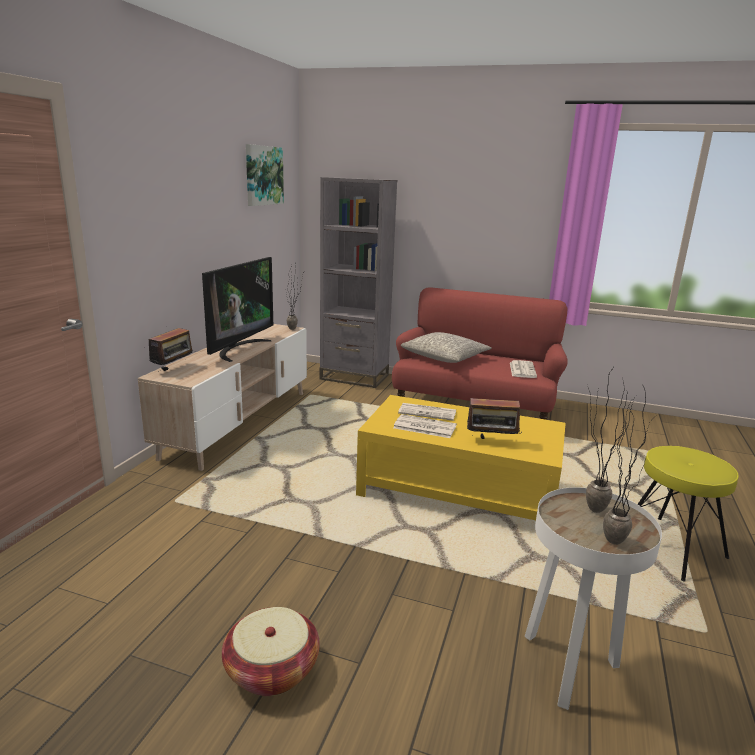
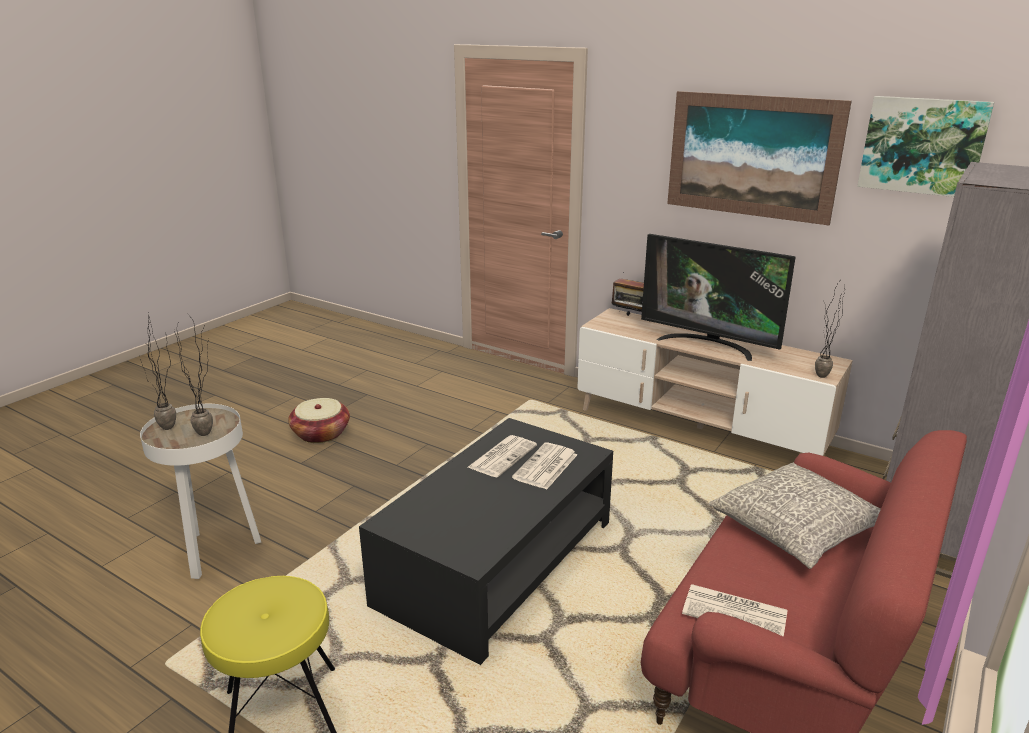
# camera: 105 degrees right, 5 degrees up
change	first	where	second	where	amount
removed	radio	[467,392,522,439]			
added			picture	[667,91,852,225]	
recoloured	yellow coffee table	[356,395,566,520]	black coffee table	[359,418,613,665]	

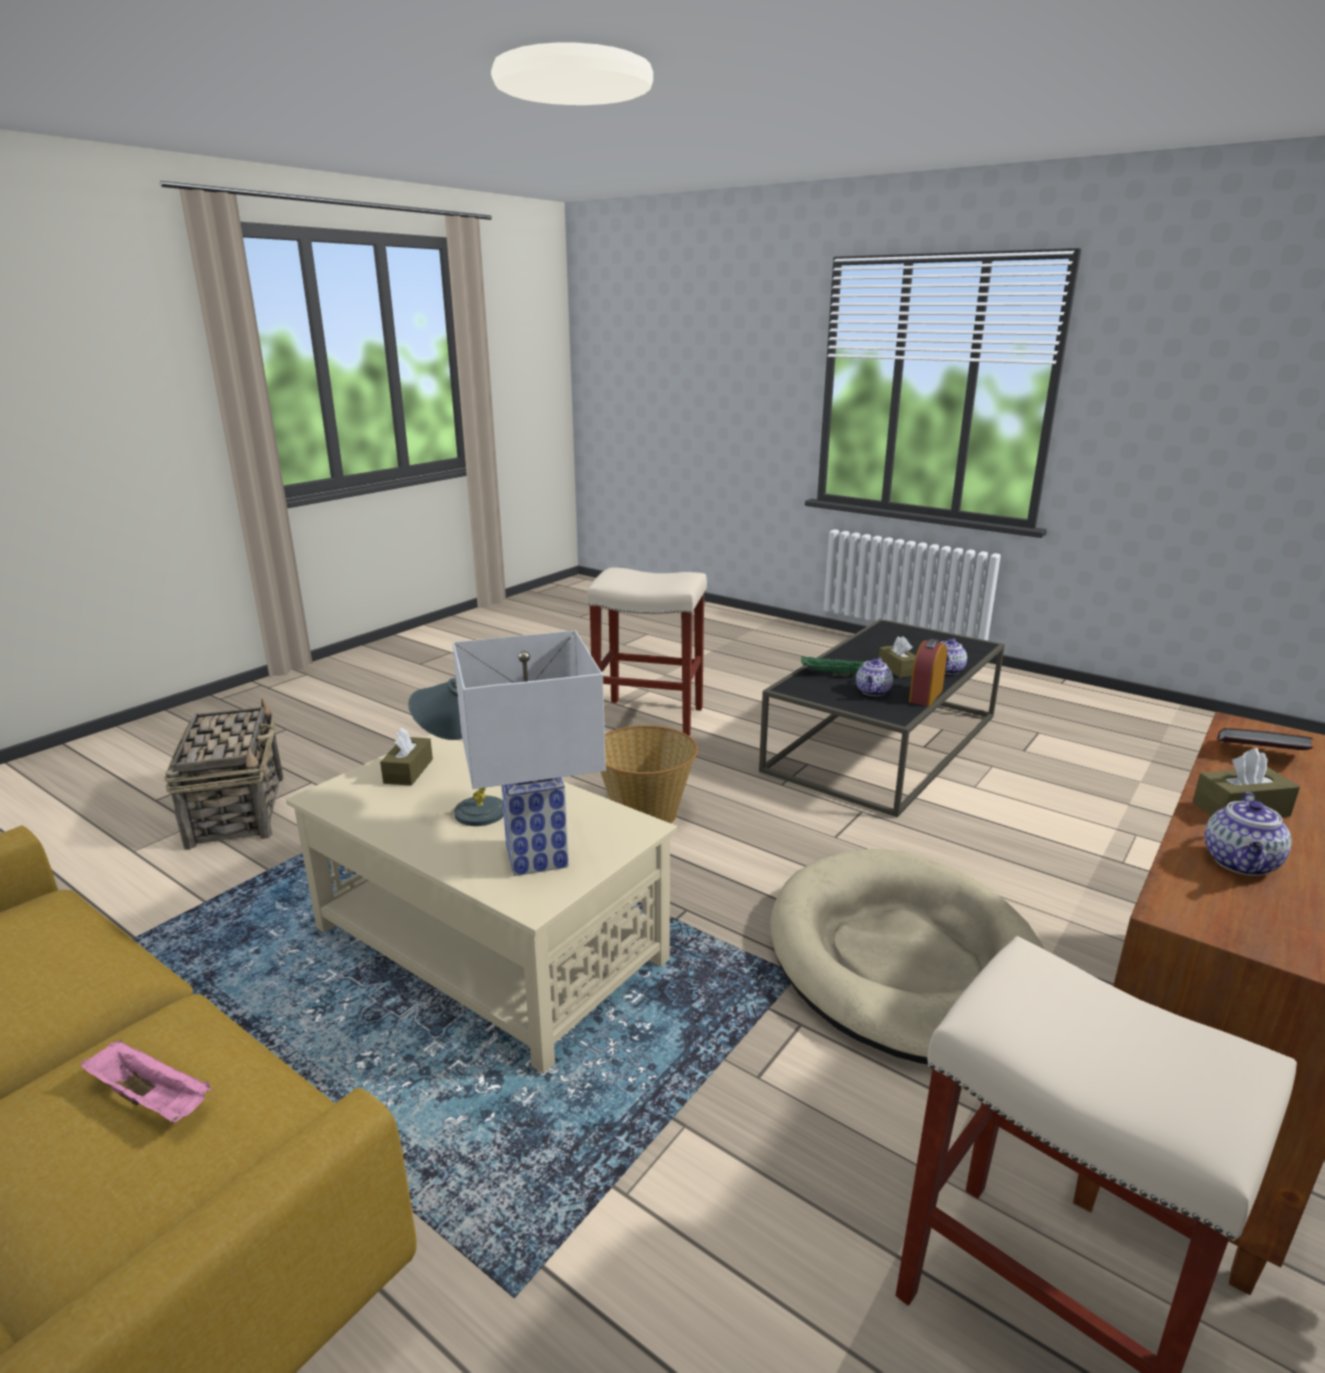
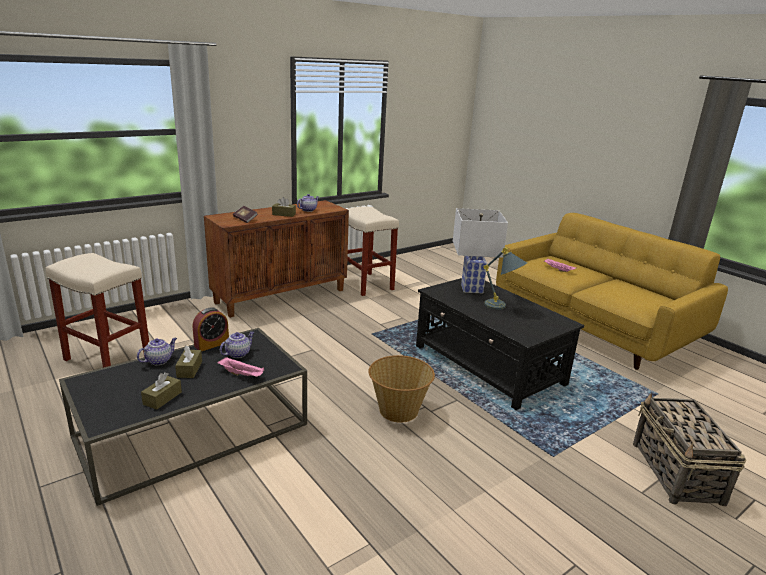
# camera: 165 degrees left, 0 degrees up
change	first	where	second	where	amount
removed	beige dog bed	[770,849,1044,1064]			
moved	brown tissue box	[380,727,433,786]		[141,372,182,410]	
moved	beige stool	[587,567,707,736]		[46,253,149,368]	
recoloured	beige coffee table	[286,734,677,1074]	black coffee table	[416,278,584,410]	
recoloured	green tray	[801,656,866,676]	pink tray	[218,357,264,377]	

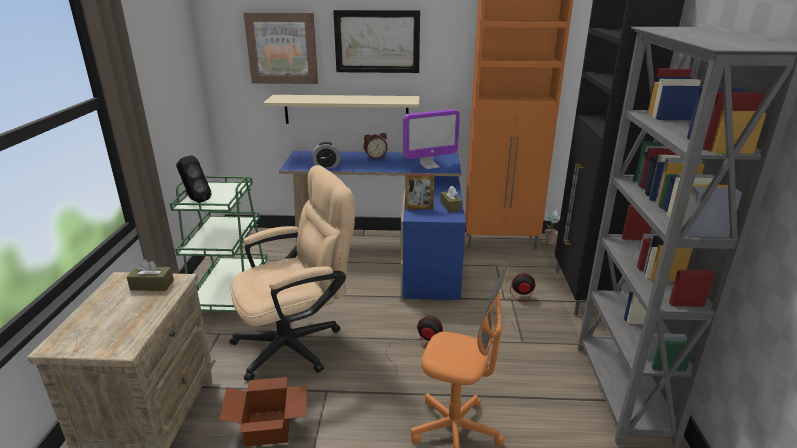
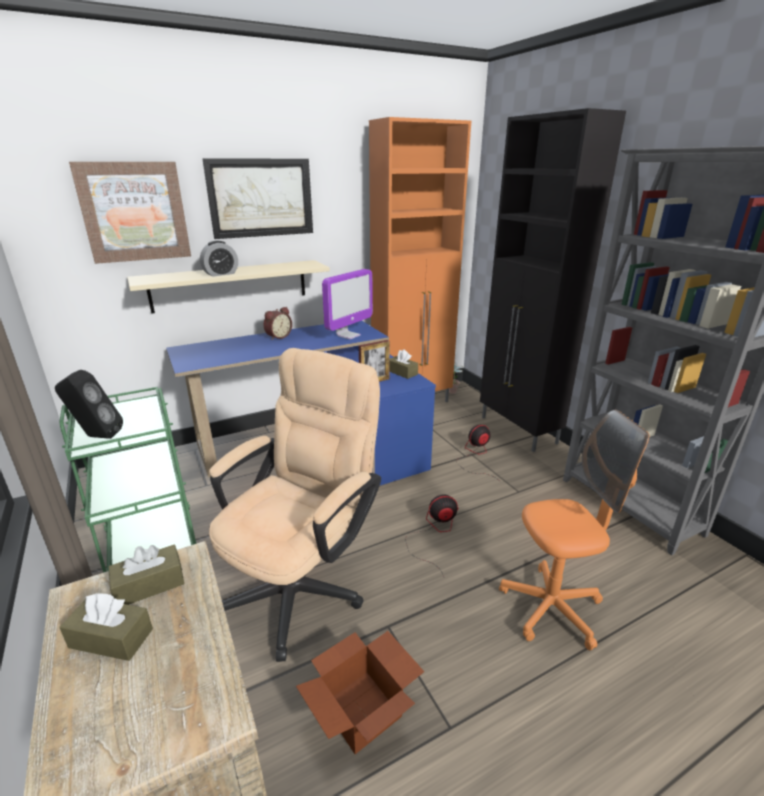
# camera: 30 degrees left, 0 degrees up
change	first	where	second	where	amount
added			brown tissue box	[59,593,153,661]	
moved	alarm clock	[312,142,340,168]		[200,241,238,277]	

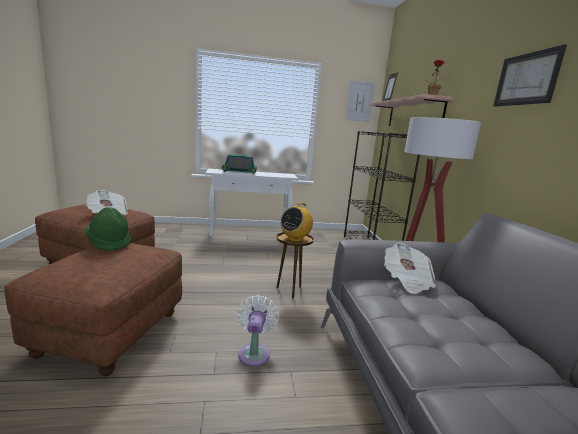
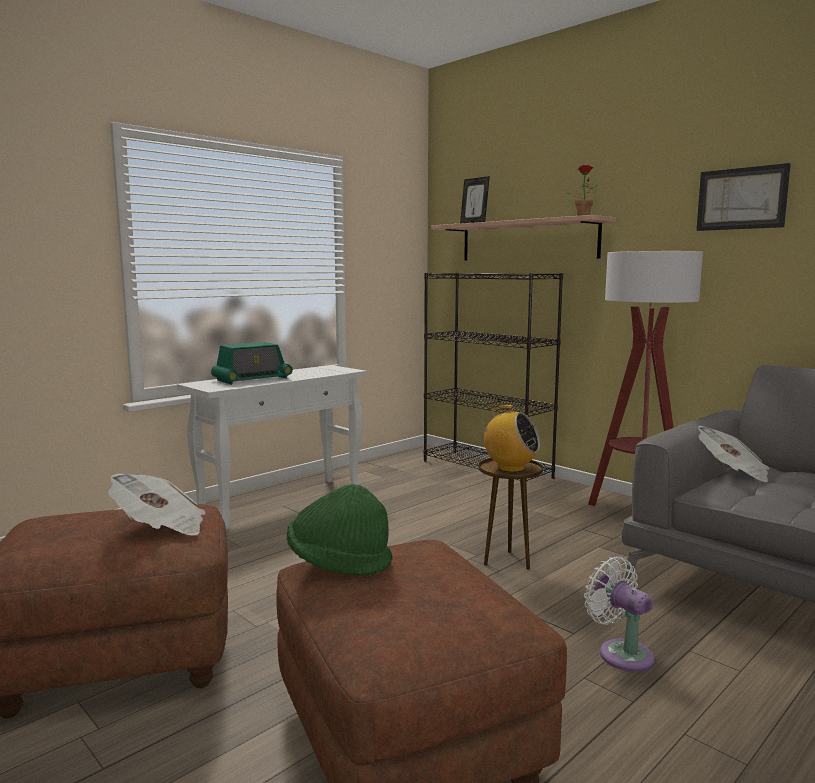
# camera: 35 degrees left, 5 degrees down
change	first	where	second	where	amount
removed	picture	[345,80,375,122]			
turned	radio	[280,202,313,242]		[479,405,540,473]	60 degrees counterclockwise

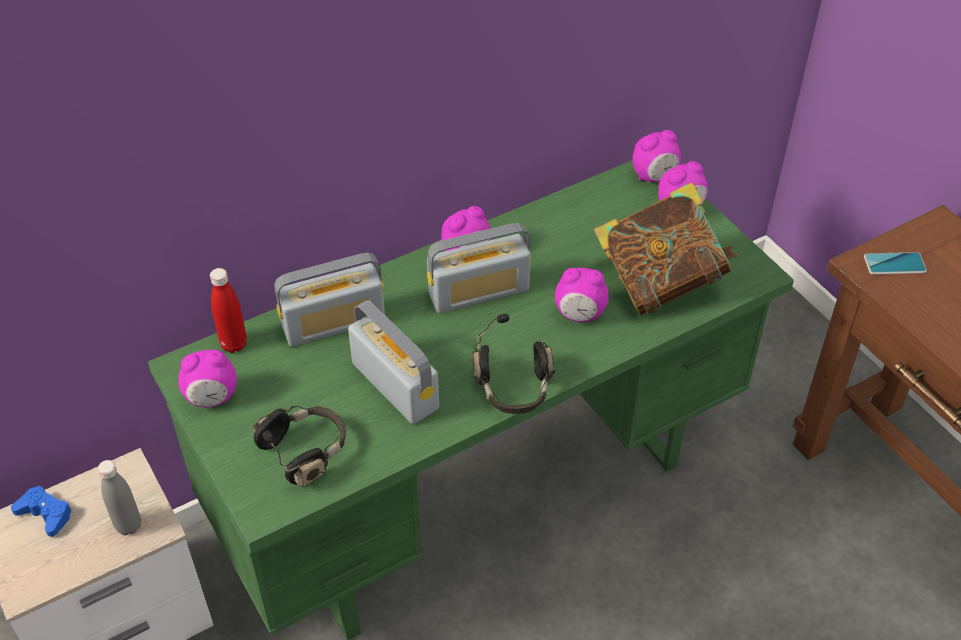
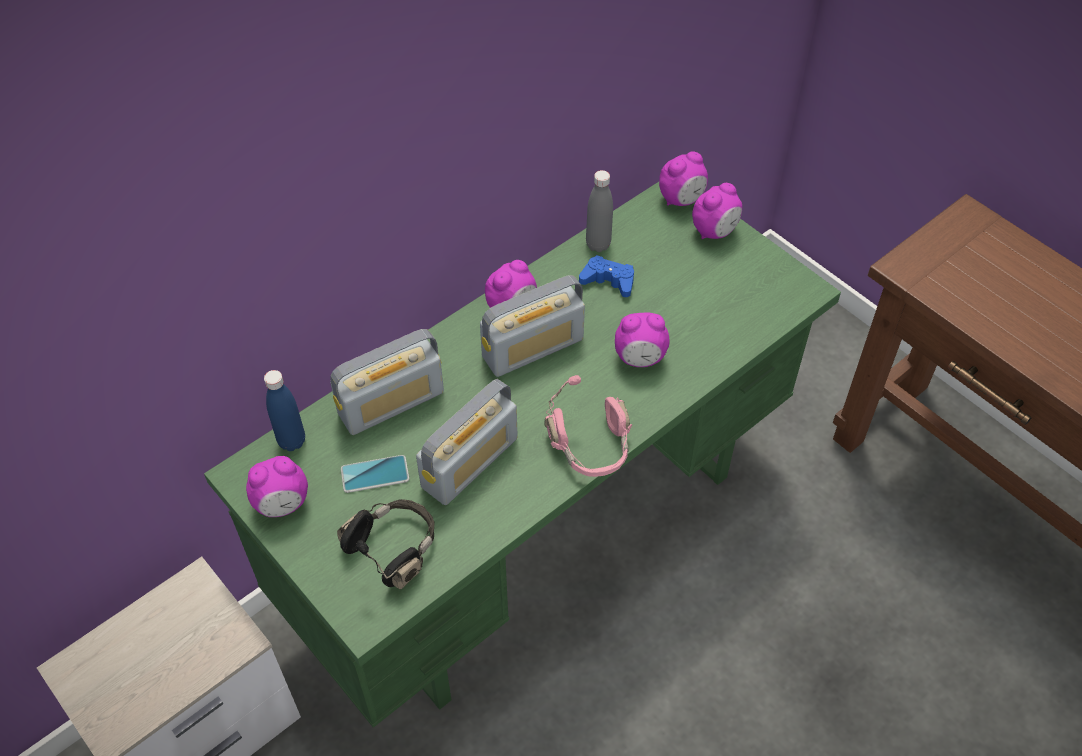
# camera: 10 degrees left, 5 degrees up
change	first	where	second	where	amount
removed	book	[594,182,737,315]			
moved	blue game controller	[11,486,72,537]		[579,255,634,297]	
moved	grey bottle	[98,460,141,535]		[586,170,613,252]	
moved	phone	[864,252,927,275]		[341,455,409,493]	
recoloured	red bottle	[210,268,247,353]	blue bottle	[264,370,305,451]	
recoloured	black headphones	[471,314,556,414]	pink headphones	[544,375,632,477]	
turned	radio	[348,300,439,424]		[416,379,518,505]	90 degrees clockwise

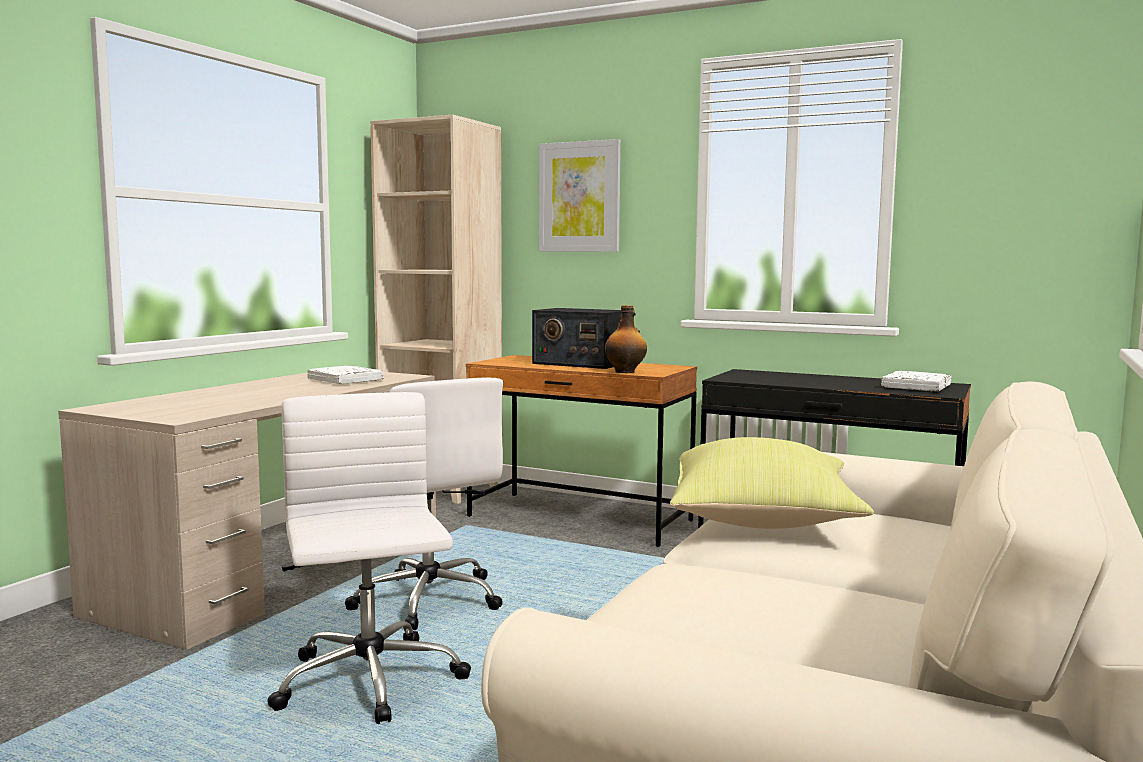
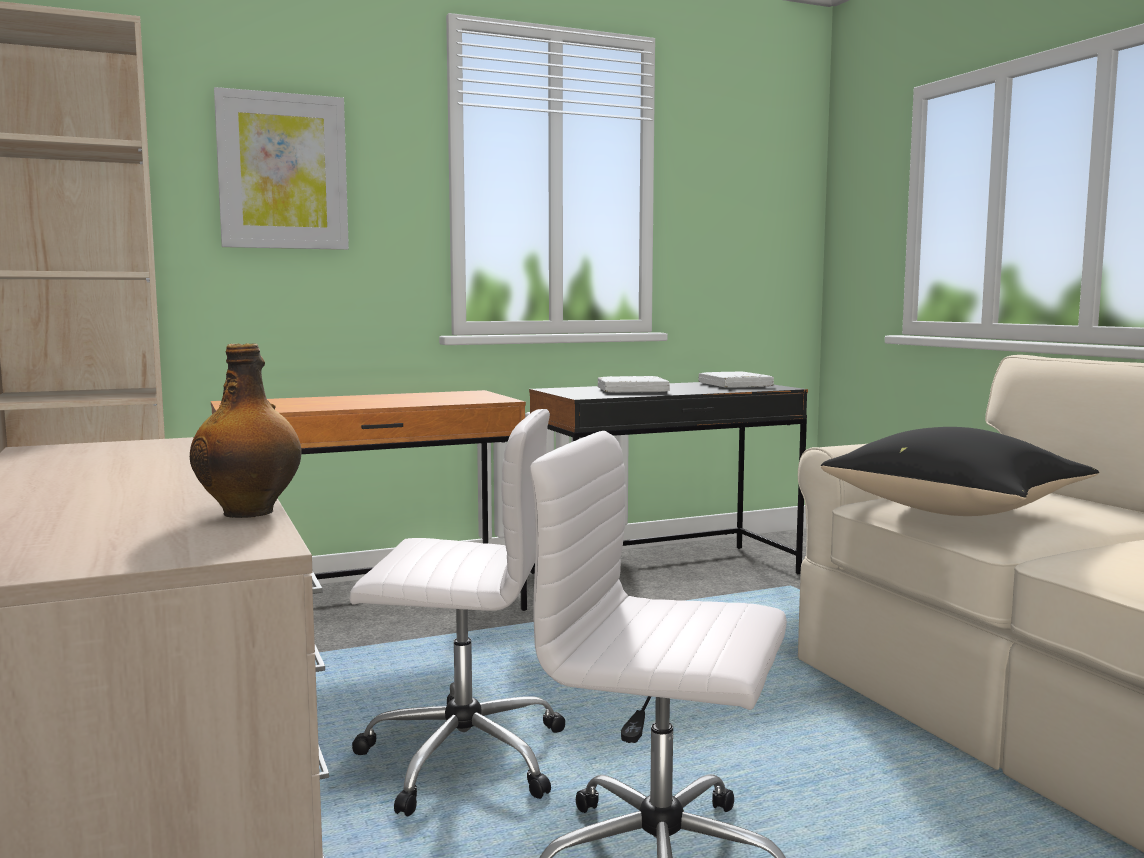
# camera: 50 degrees left, 0 degrees up
change	first	where	second	where	amount
removed	radio	[532,308,621,369]			
moved	white book	[307,366,383,384]		[598,376,670,393]	
moved	bottle	[605,305,647,373]		[190,343,302,518]	
recoloured	yellow pillow	[670,437,874,529]	black pillow	[821,427,1099,516]	

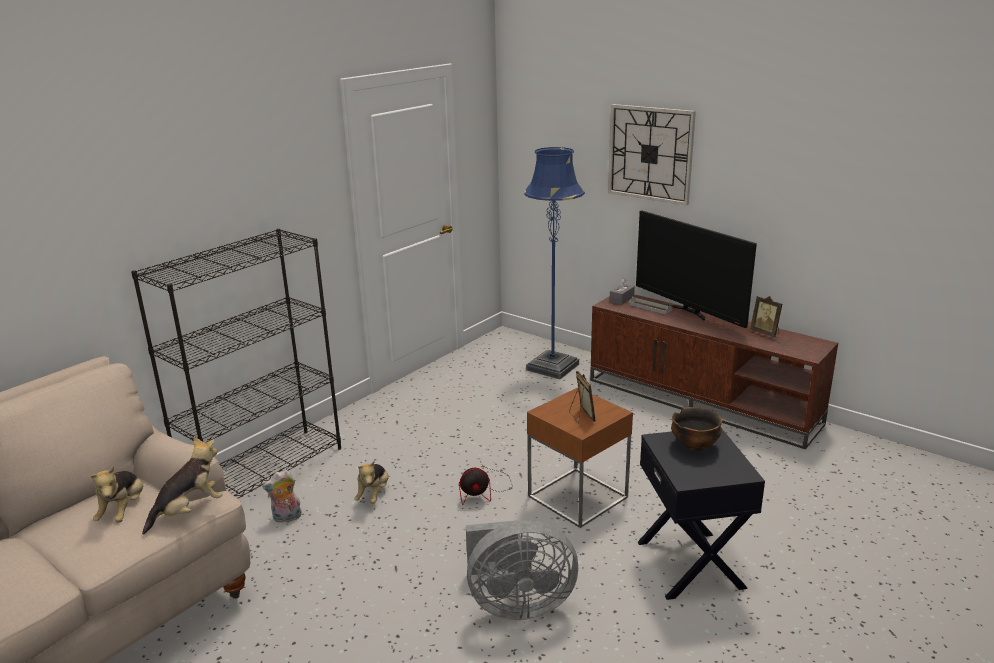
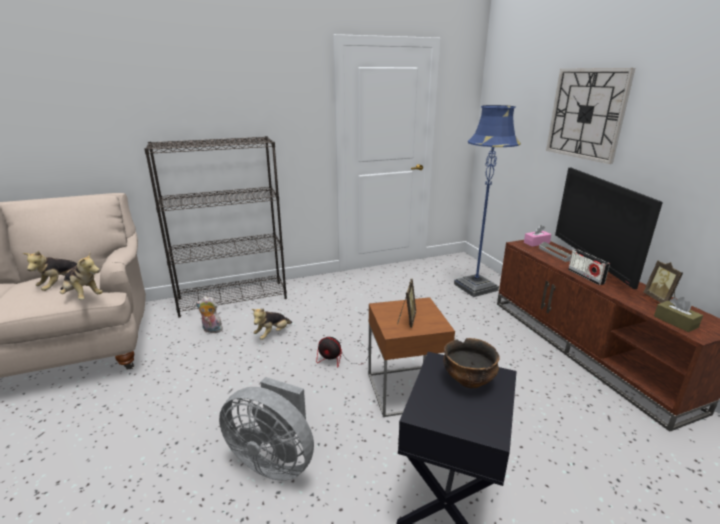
# camera: 30 degrees right, 0 degrees up
change	first	where	second	where	amount
added			radio	[568,249,610,285]	
added			brown tissue box	[654,297,703,332]	
recoloured	grey tissue box	[609,278,635,305]	pink tissue box	[524,225,551,247]	
turned	plush toy	[142,437,223,535]		[60,253,103,300]	45 degrees clockwise

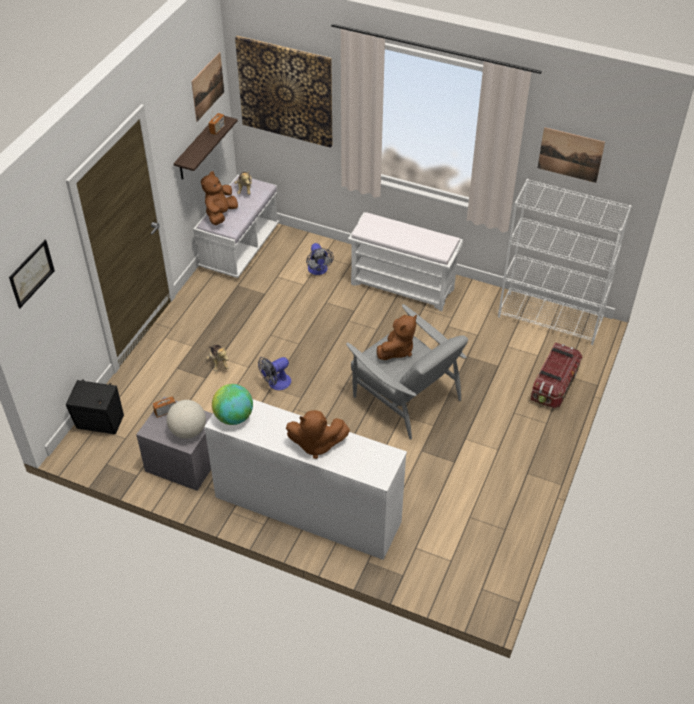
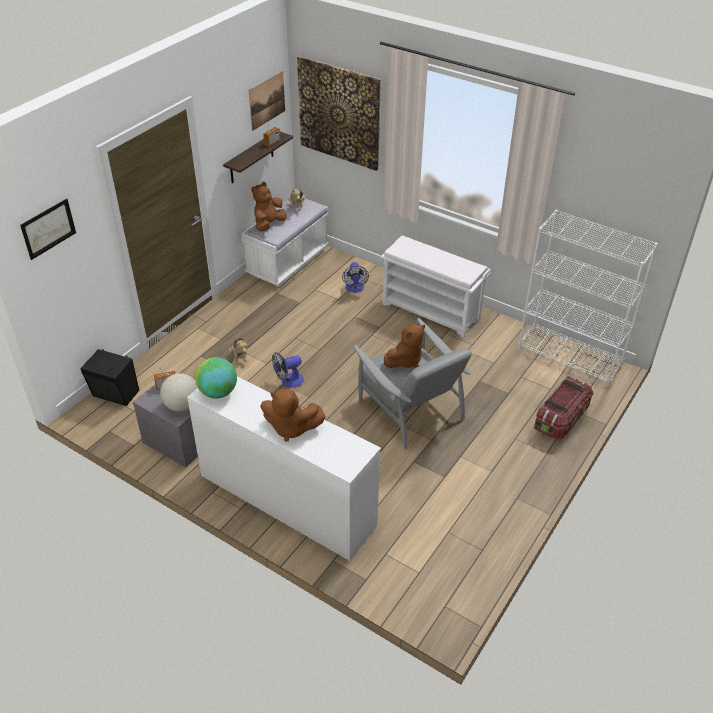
# camera: 10 degrees right, 5 degrees down
change	first	where	second	where	amount
removed	picture	[538,127,605,183]			

